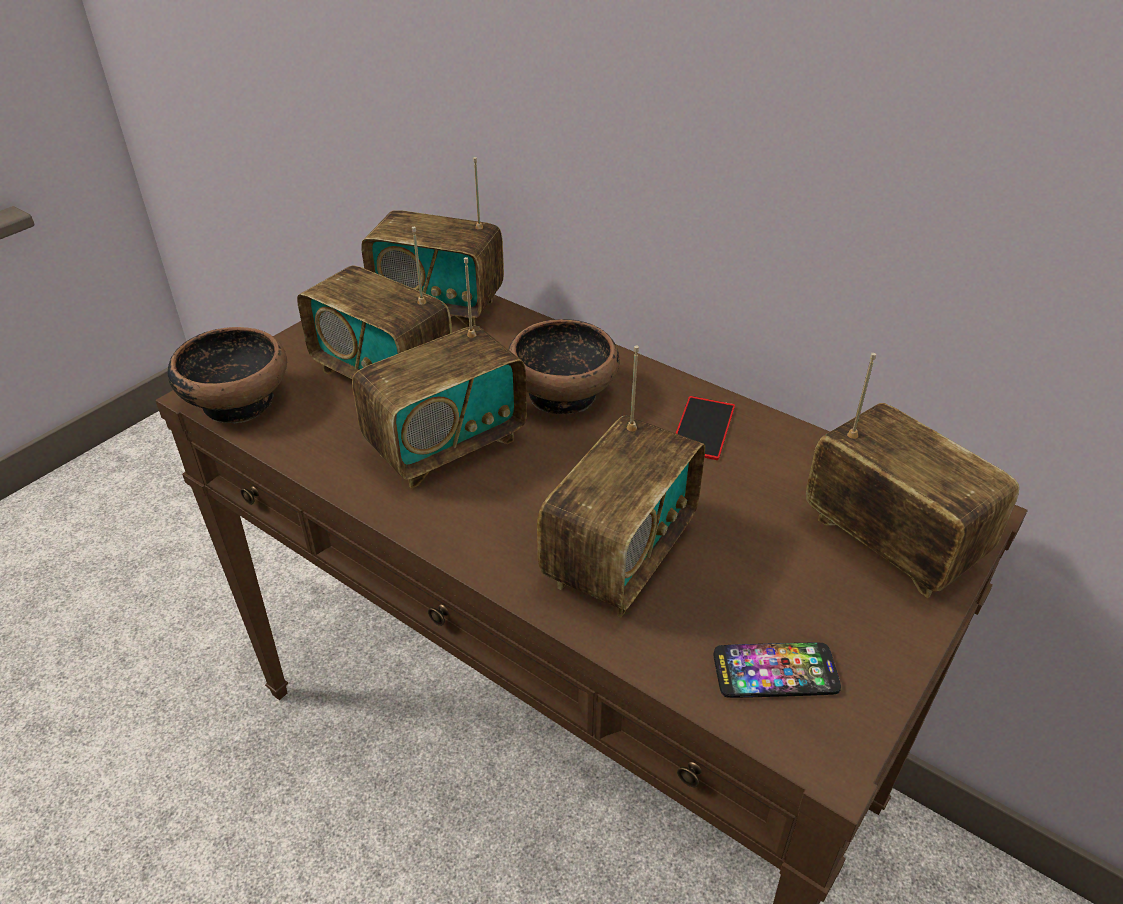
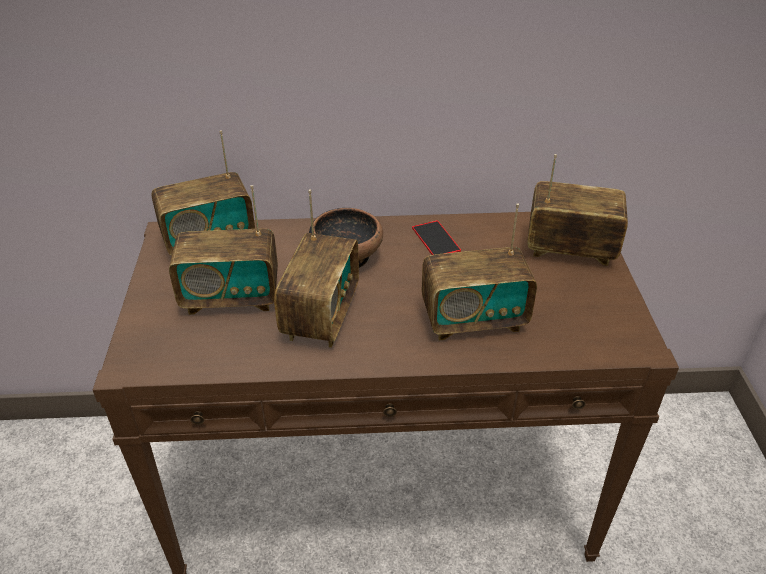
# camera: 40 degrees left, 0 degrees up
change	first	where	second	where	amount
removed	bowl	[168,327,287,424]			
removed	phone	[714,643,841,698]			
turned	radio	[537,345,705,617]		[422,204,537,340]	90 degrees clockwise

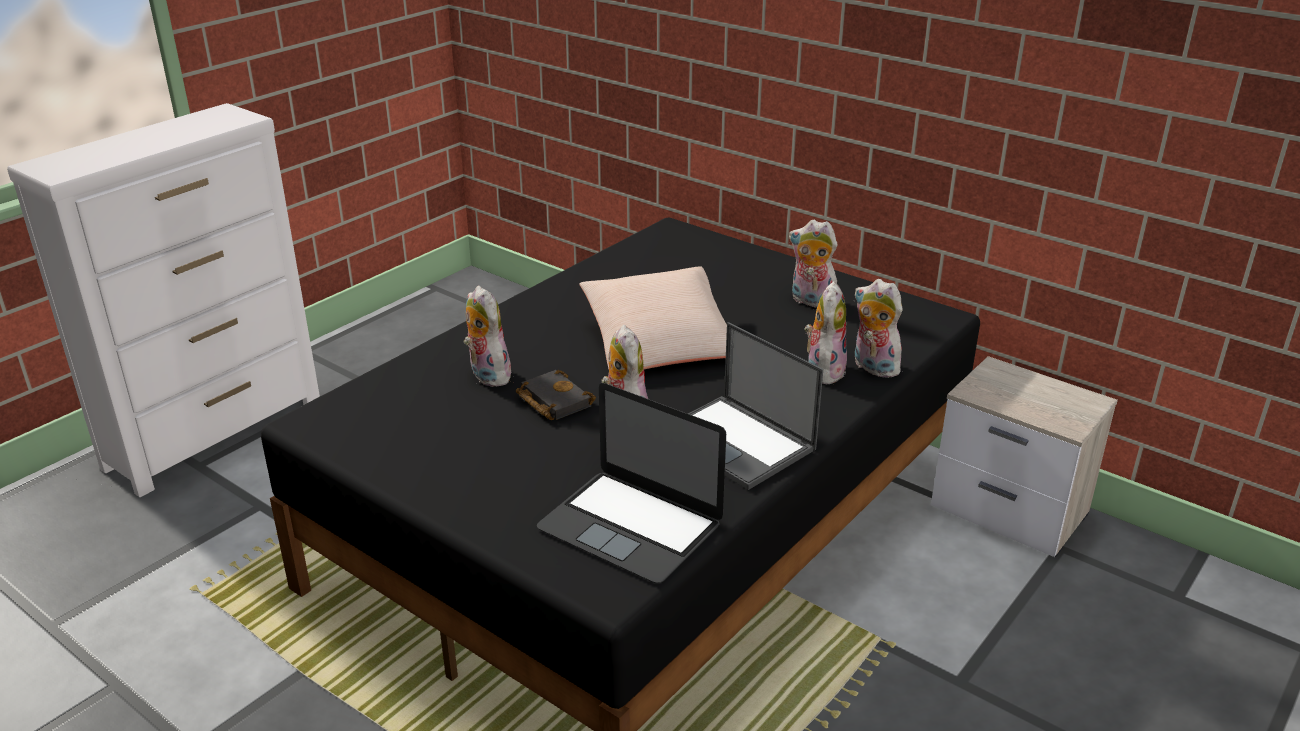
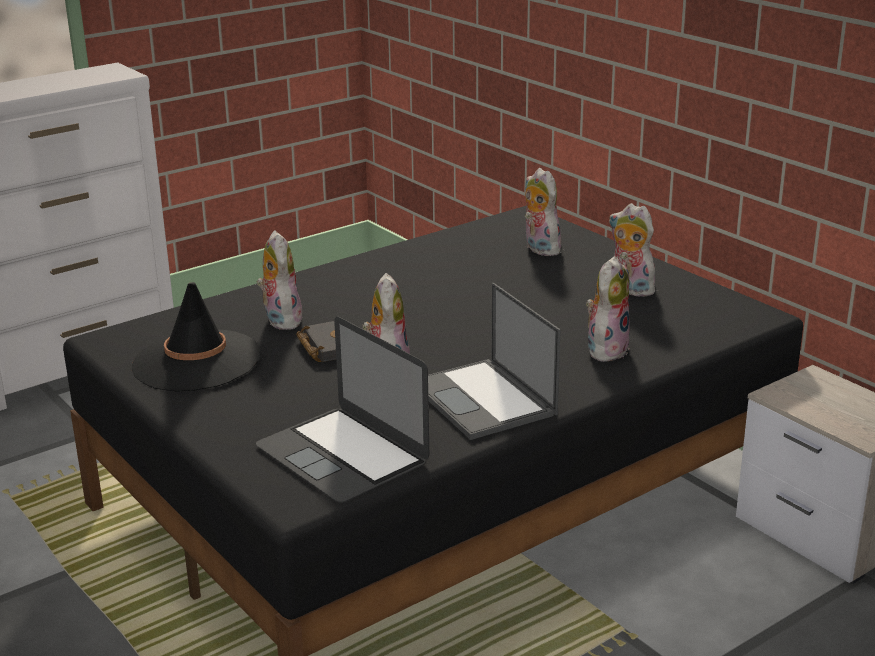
# camera: 15 degrees right, 5 degrees down
change	first	where	second	where	amount
removed	beige pillow	[579,267,727,369]			
added			black hat	[132,282,260,392]	
moved	plush toy	[854,279,902,378]		[525,168,561,256]	

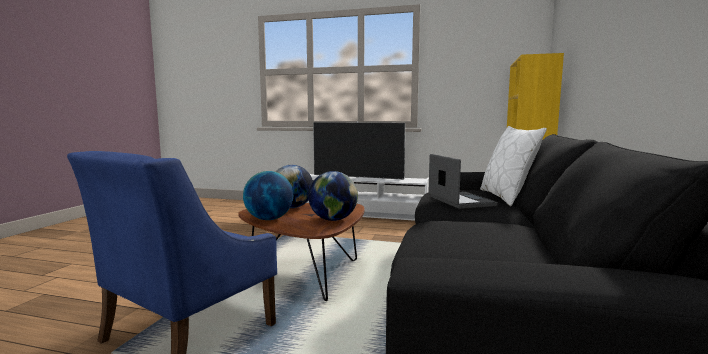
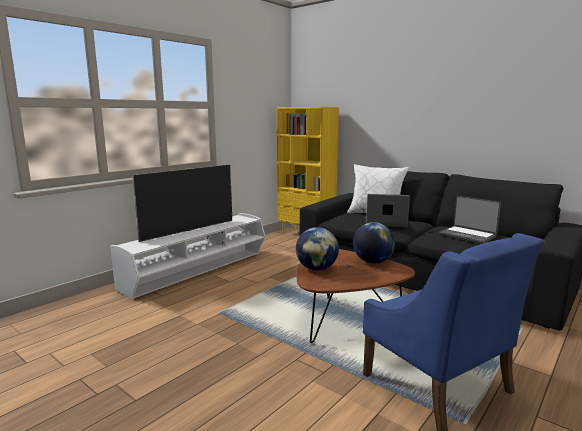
# camera: 65 degrees left, 5 degrees up
change	first	where	second	where	amount
removed	globe	[243,171,293,220]			
added			laptop	[439,196,501,244]	

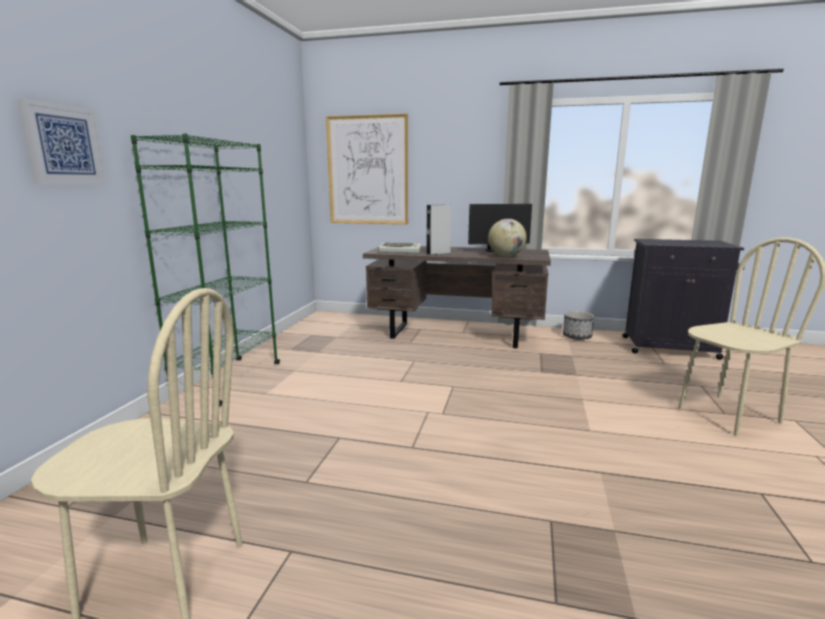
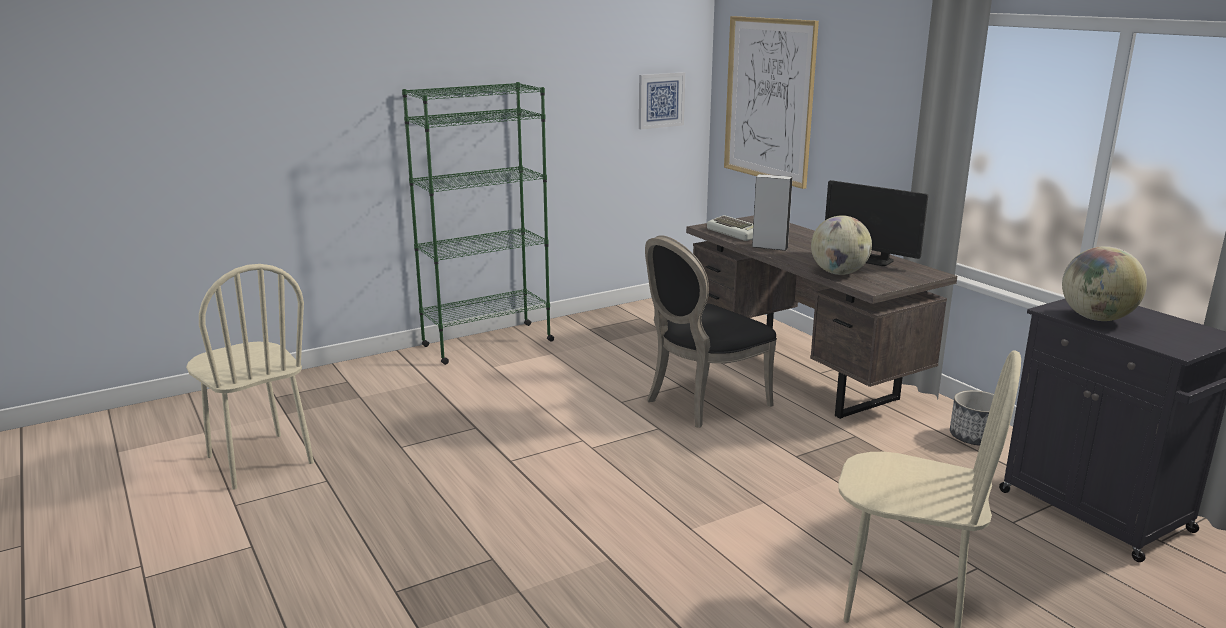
# camera: 45 degrees right, 5 degrees up
change	first	where	second	where	amount
added			black chair	[645,235,777,428]	
added			globe	[1062,246,1147,321]	
moved	picture	[17,98,107,184]		[639,72,685,129]	

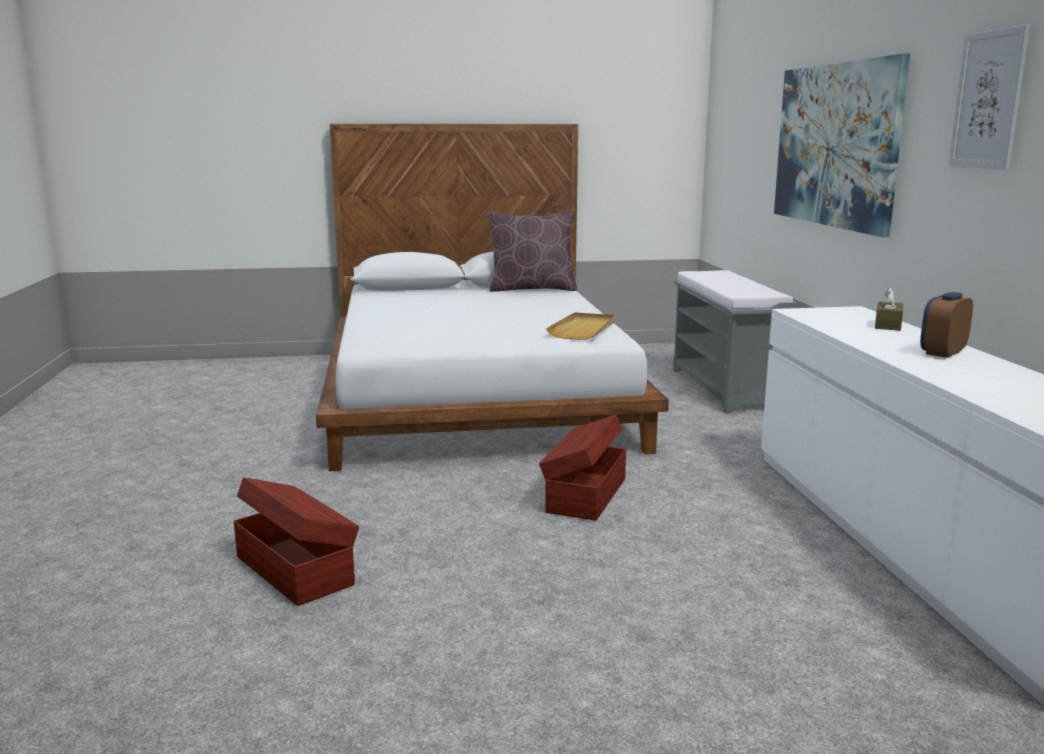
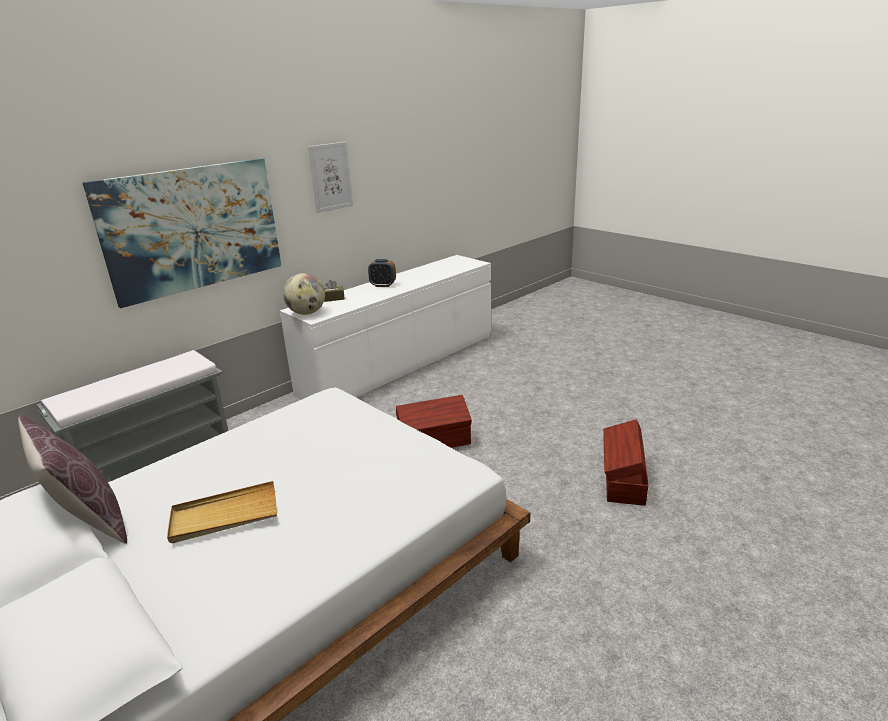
# camera: 125 degrees left, 10 degrees up
change	first	where	second	where	amount
added			globe	[283,273,325,315]	
moved	beige tray	[546,312,615,340]		[167,481,277,543]	

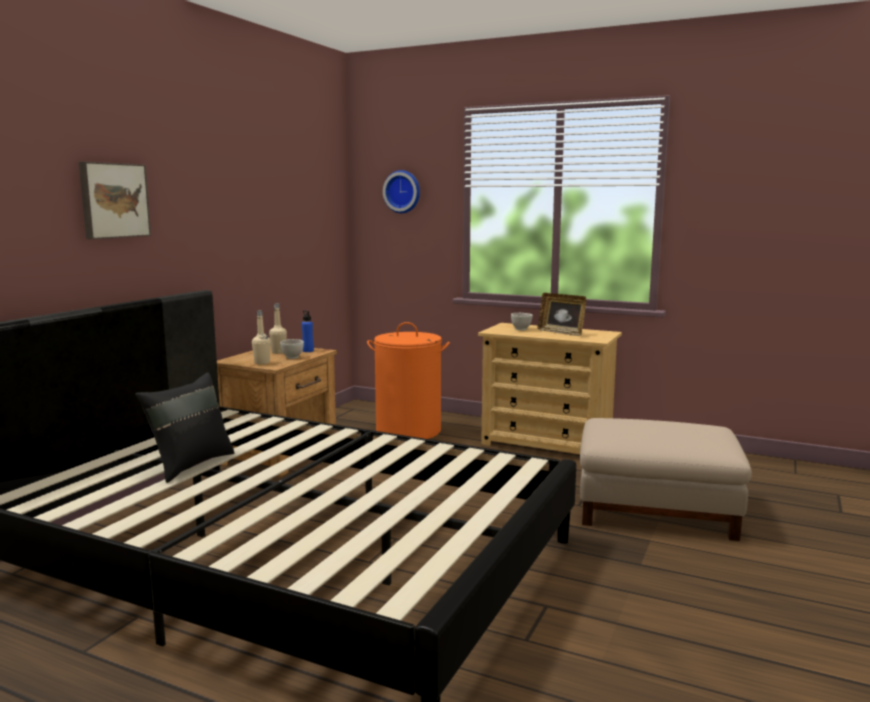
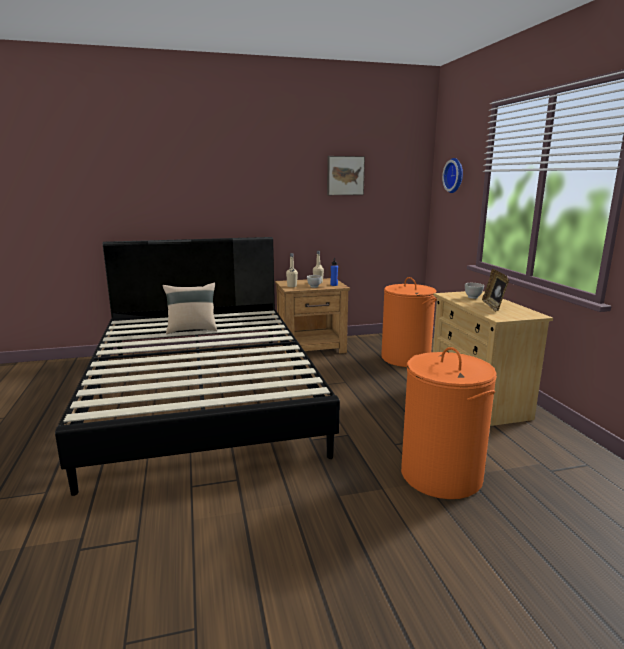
# camera: 50 degrees right, 5 degrees up
change	first	where	second	where	amount
moved	picture	[79,162,151,239]		[327,156,365,195]	
replaced	beige ottoman	[580,418,752,541]	orange laundry basket	[401,347,497,499]	
recoloured	black pillow	[135,372,234,483]	beige pillow	[163,283,217,334]	

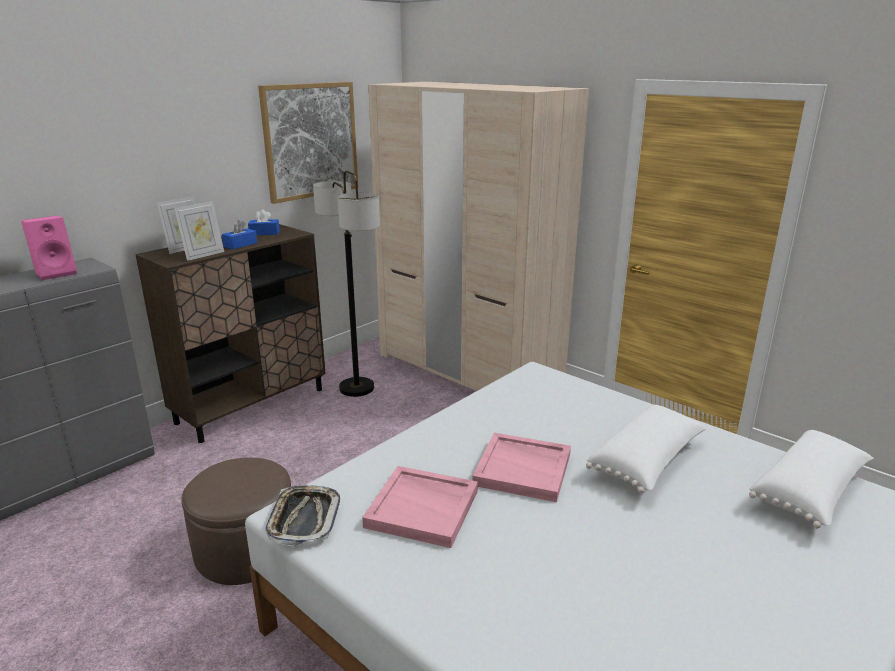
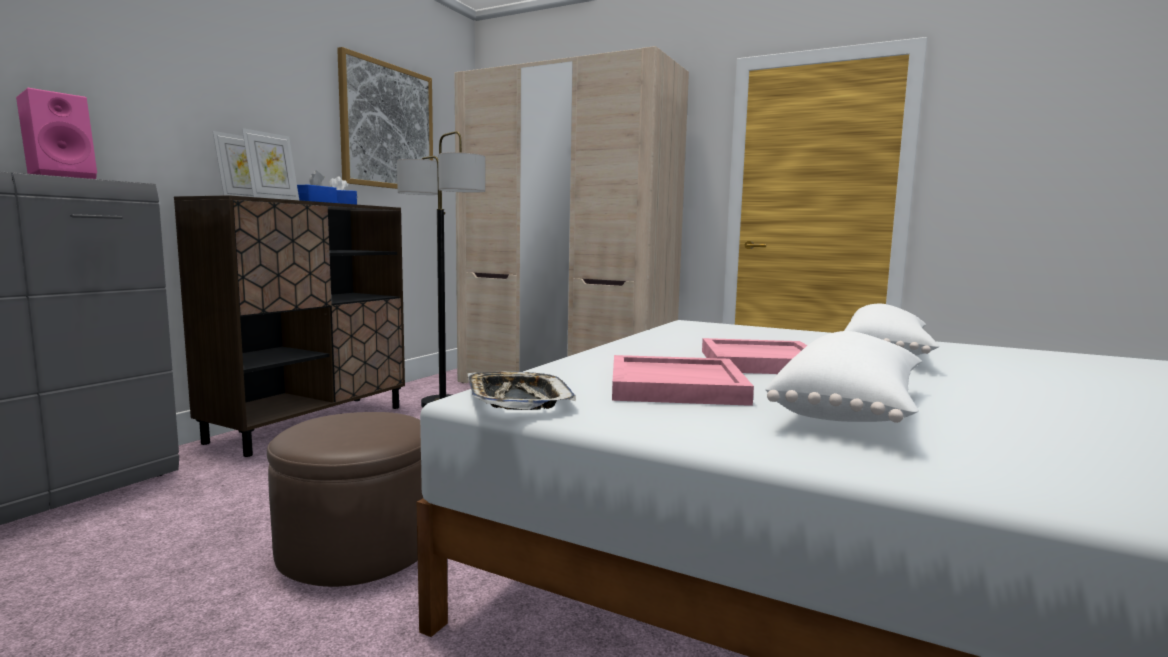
# camera: 15 degrees left, 15 degrees down
change	first	where	second	where	amount
moved	white pillow	[749,430,874,529]		[765,331,922,423]	

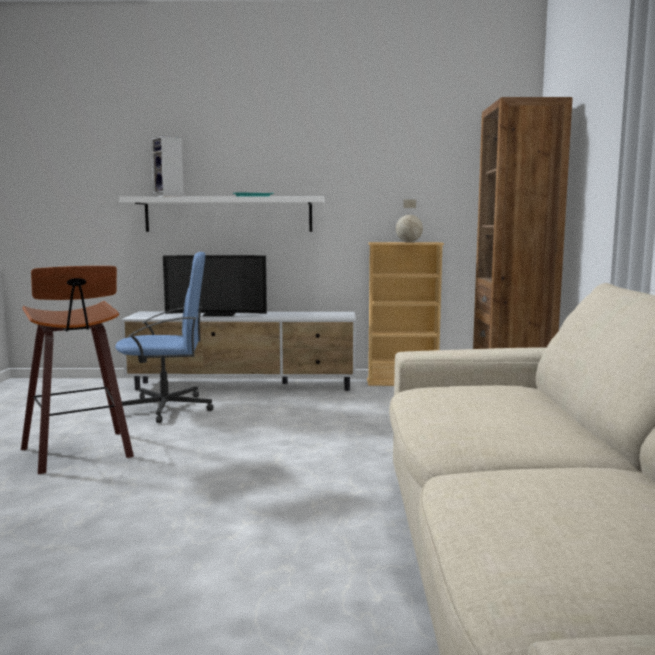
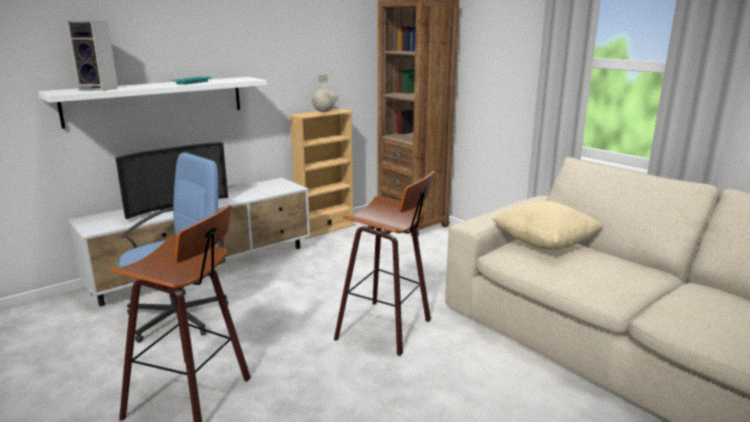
# camera: 40 degrees left, 10 degrees up
change	first	where	second	where	amount
added			stool	[334,171,435,356]	
added			beige pillow	[492,200,603,250]	

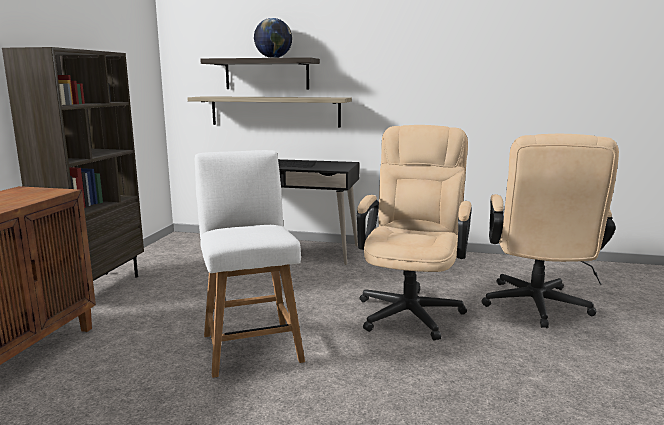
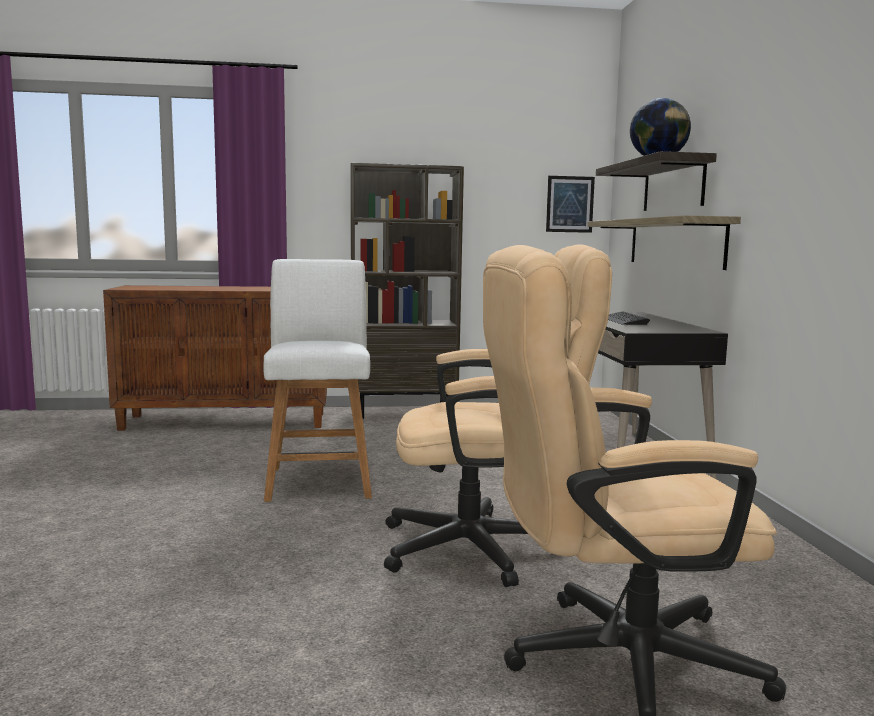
# camera: 70 degrees right, 5 degrees down
change	first	where	second	where	amount
added			picture	[546,176,595,233]	
turned	white chair	[195,150,305,378]		[263,259,372,502]	60 degrees counterclockwise

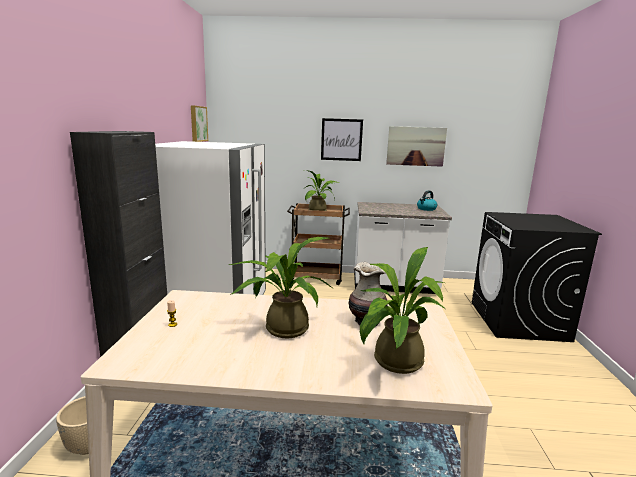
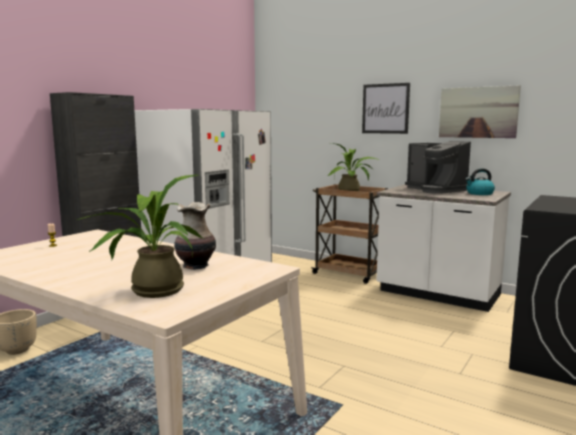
# camera: 30 degrees right, 5 degrees down
change	first	where	second	where	amount
removed	picture	[191,105,208,142]			
removed	potted plant	[229,237,334,338]			
added			coffee machine	[405,141,471,194]	

